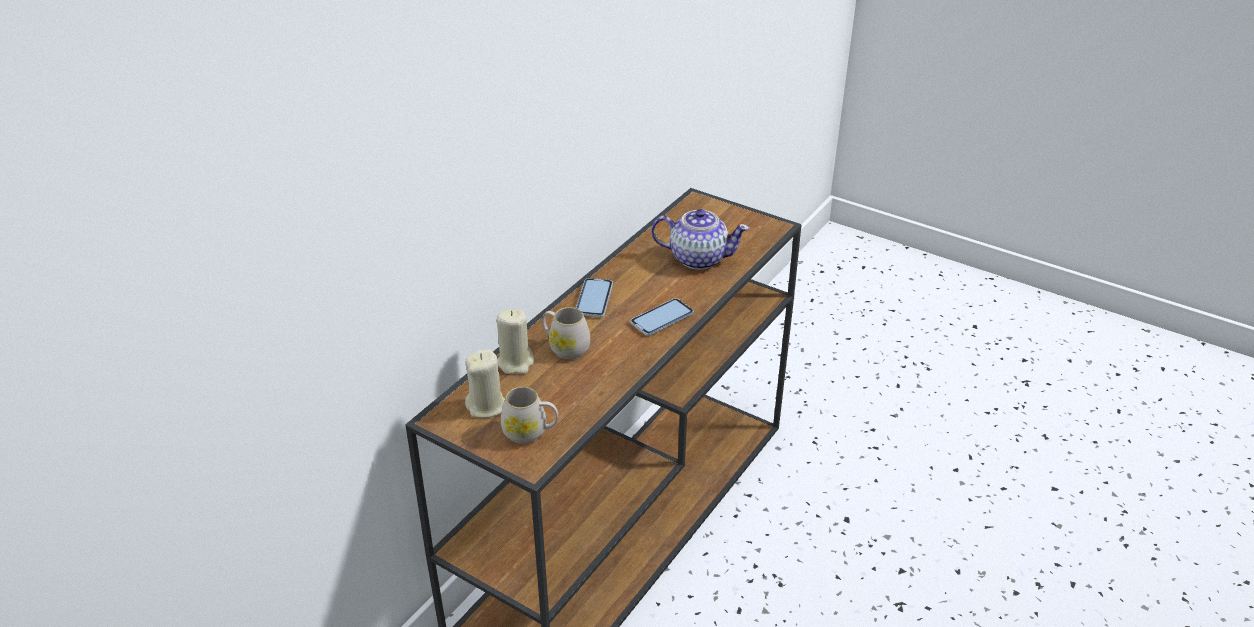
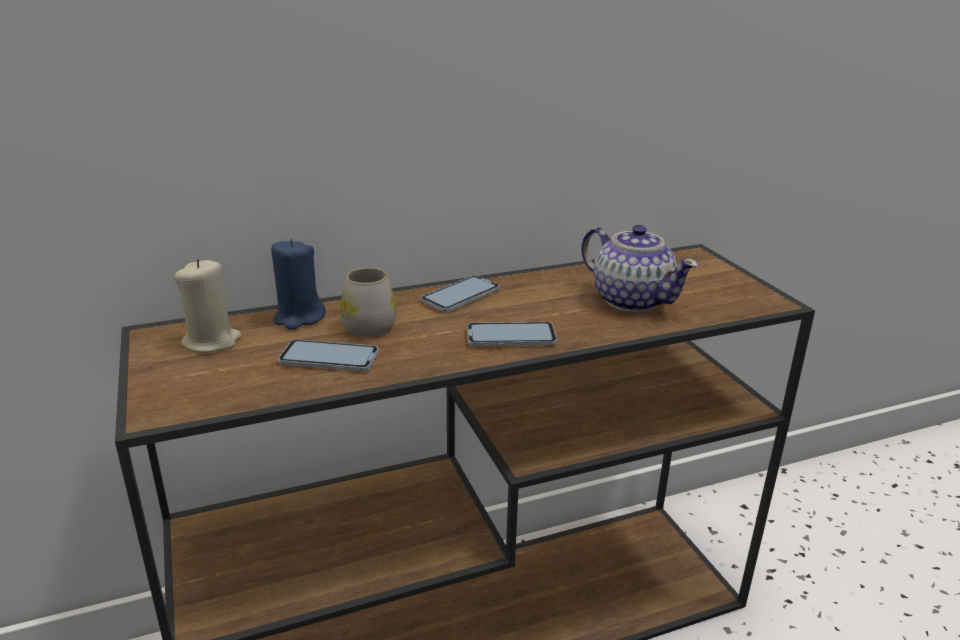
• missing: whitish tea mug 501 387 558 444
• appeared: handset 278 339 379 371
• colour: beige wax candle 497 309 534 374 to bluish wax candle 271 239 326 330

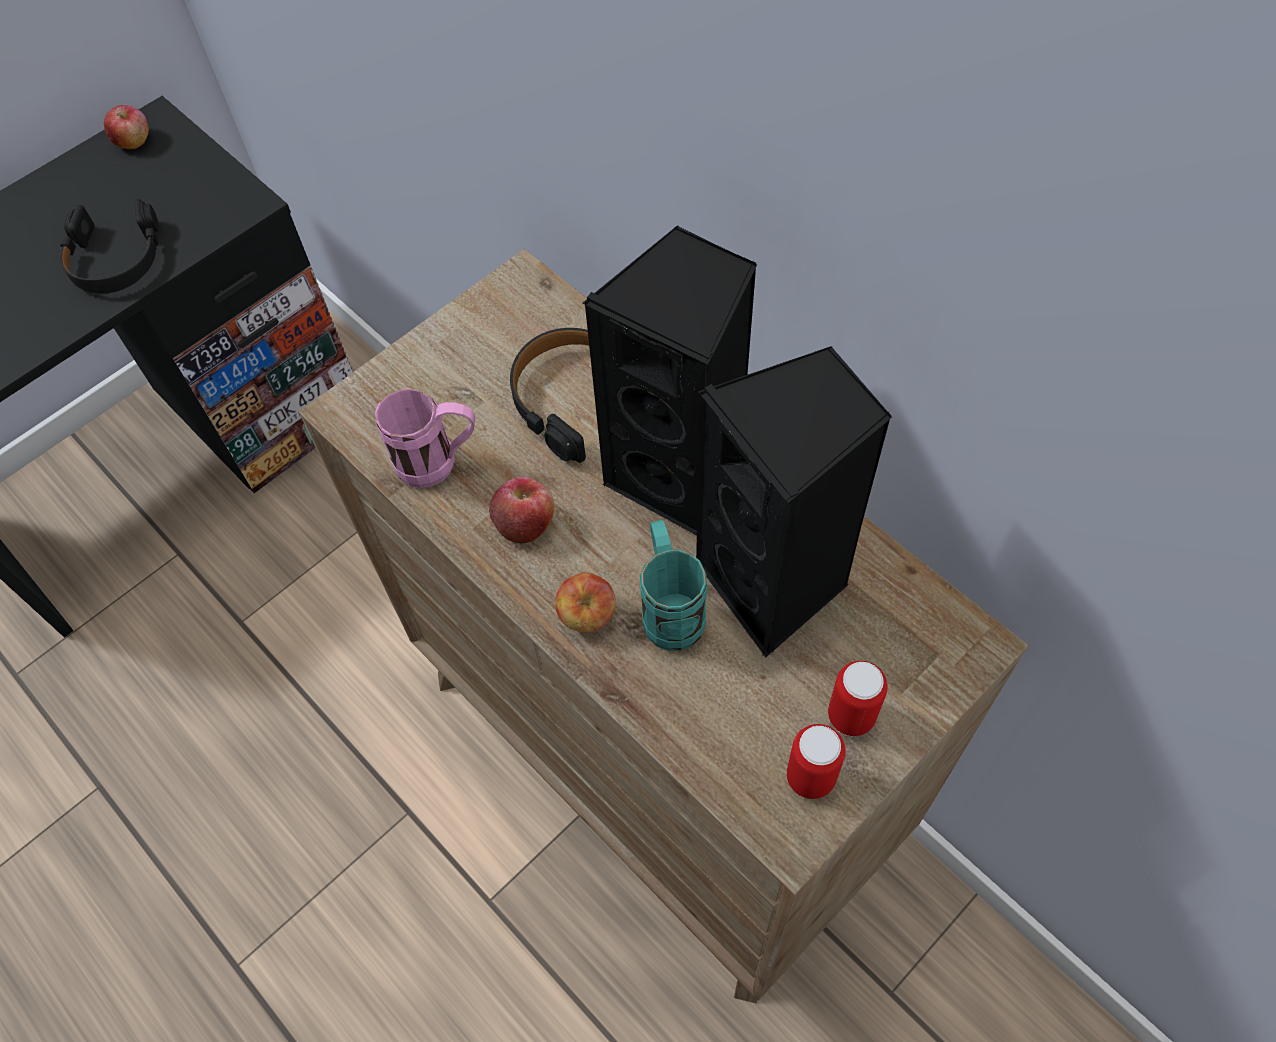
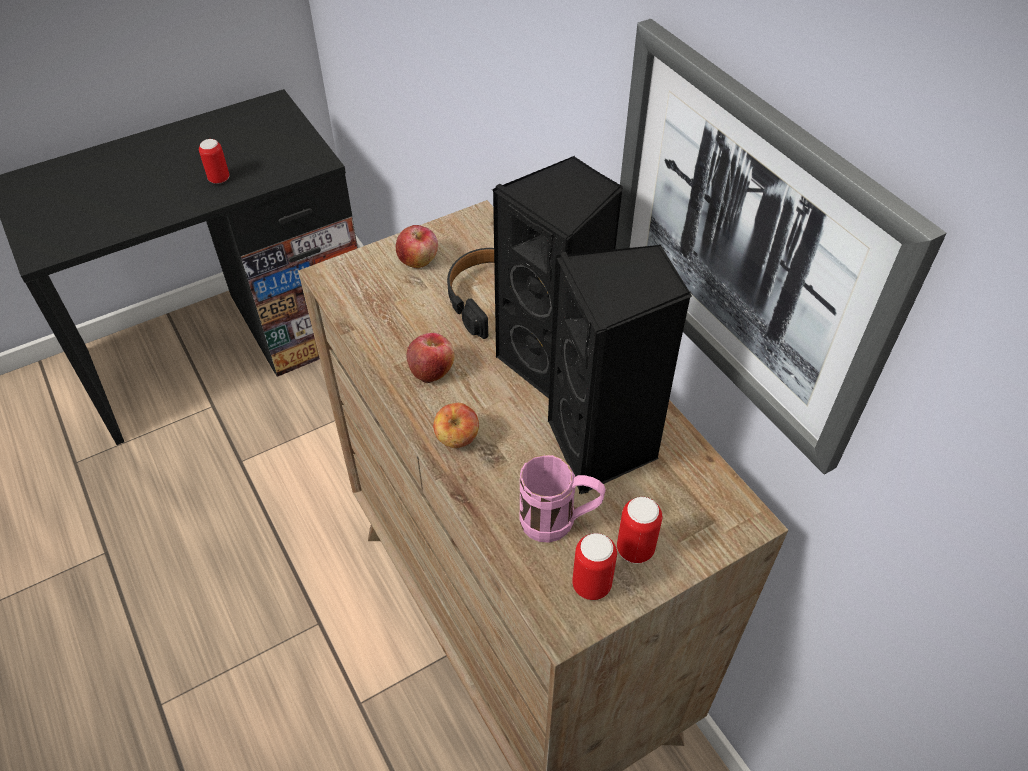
• missing: blue-green tea mug 640 520 707 651
• appeared: wall picture 615 19 946 475
• relocated: apple 104 105 149 149 to 396 225 438 268
• relocated: pink tea mug 375 388 475 488 to 519 455 606 543
• exchanged: black headphones 59 199 159 294 to can 199 139 229 184

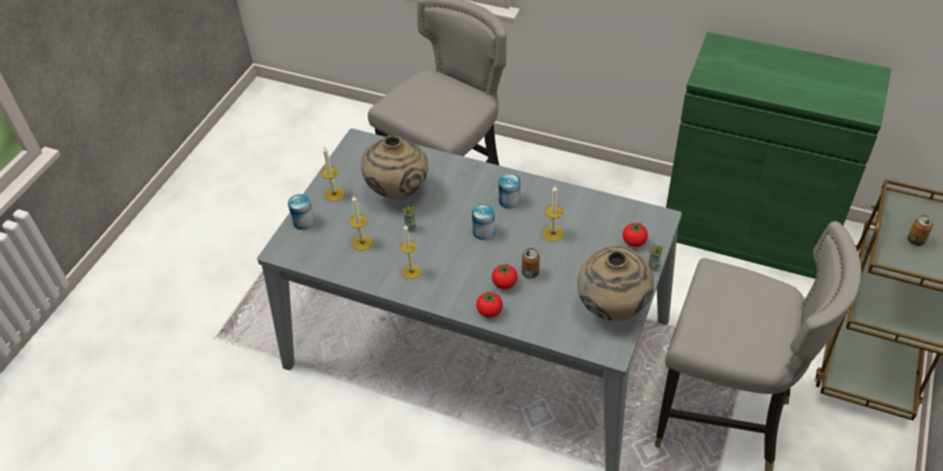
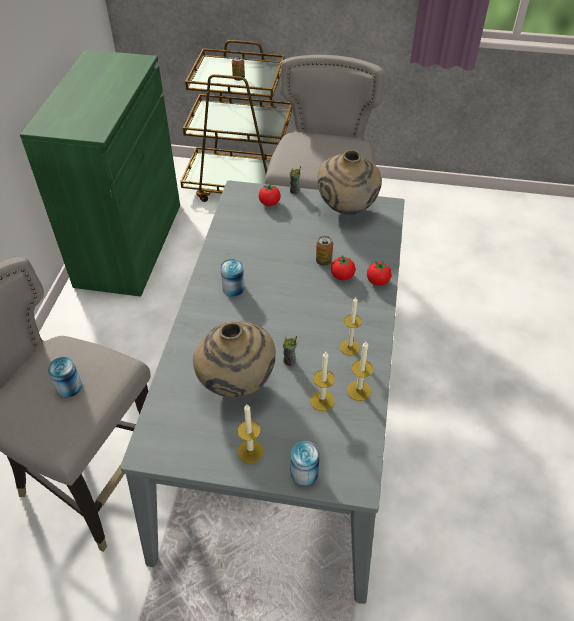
• relocated: can 472 204 495 240 to 48 357 82 398
• relocated: wax candle 543 186 564 241 to 347 342 373 401

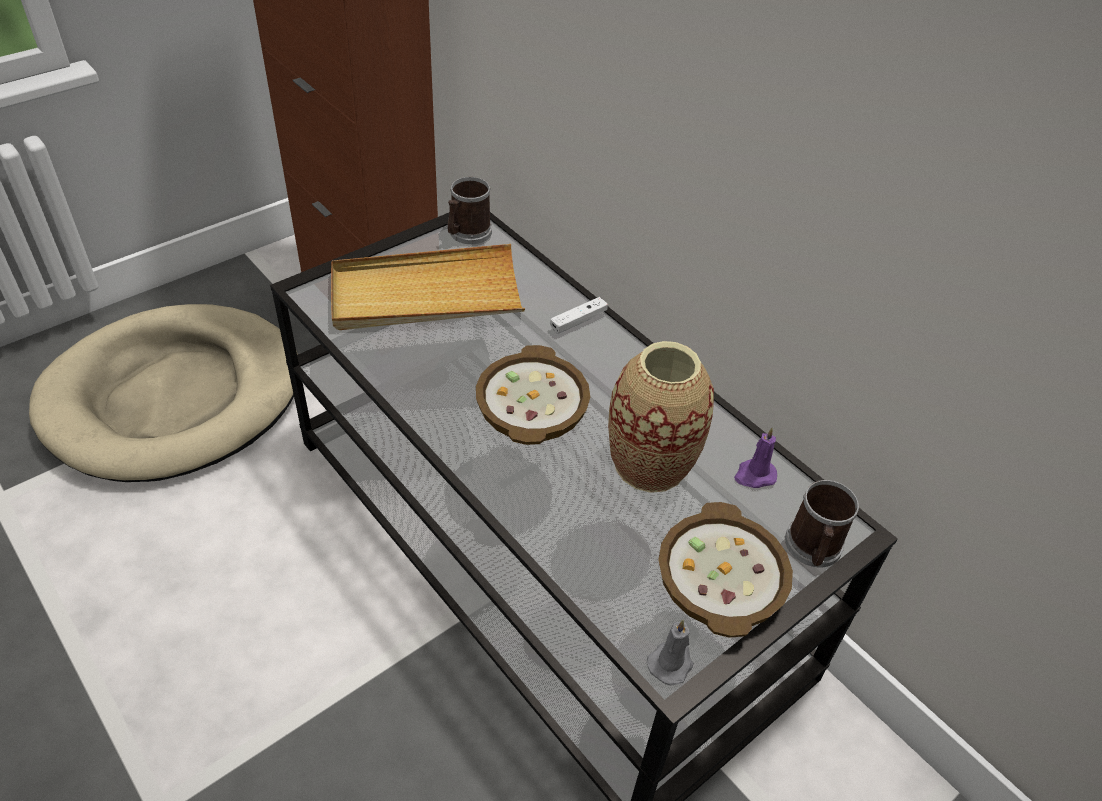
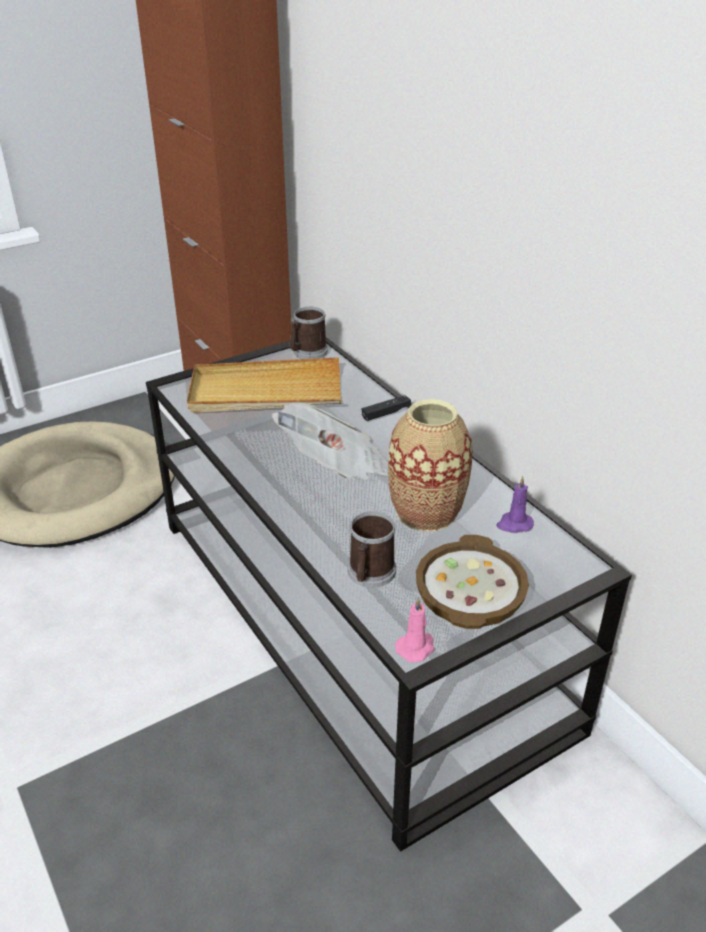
• relocated: tea mug 785 480 859 567 to 348 511 396 588
• exchanged: serving bowl 476 345 590 445 to newspaper 271 403 388 480
• colour: whitish gamepad 550 297 608 334 to black gamepad 362 395 411 421
• colour: grey wax candle 647 620 694 685 to pink wax candle 395 597 435 662

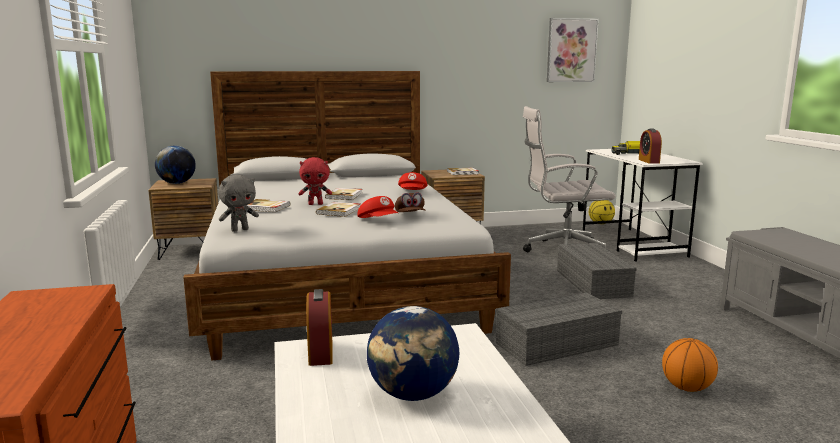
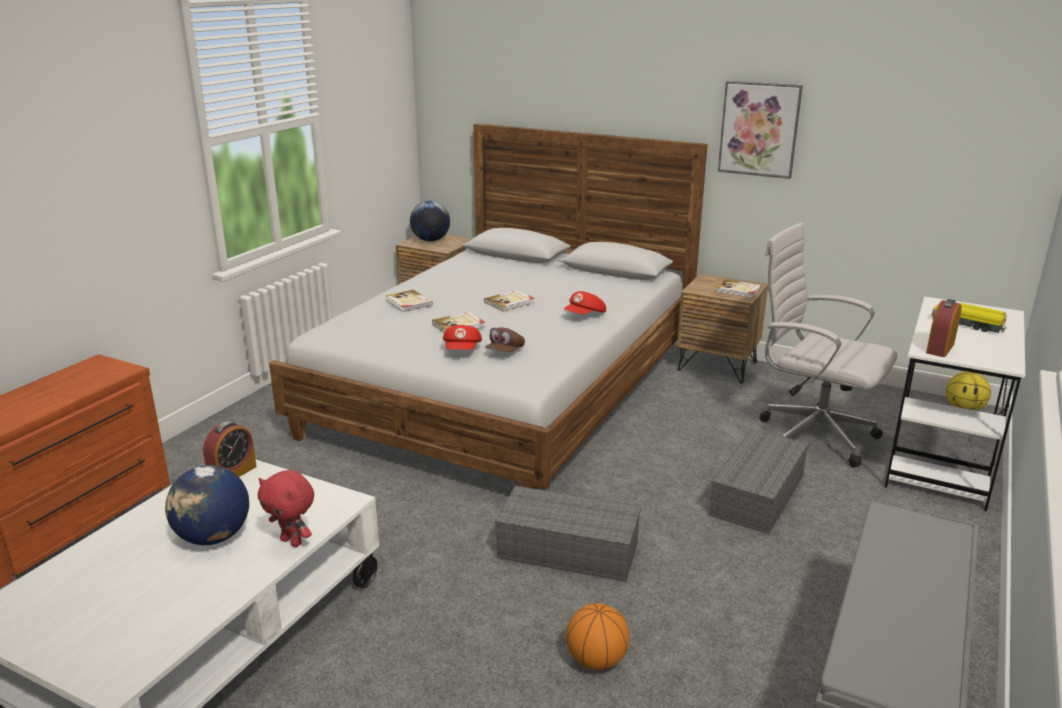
• missing: grey cuddly toy 218 175 259 231
• relocated: red cuddly toy 299 157 332 205 to 258 470 314 547
• relocated: wall picture 547 18 599 82 to 718 81 803 179

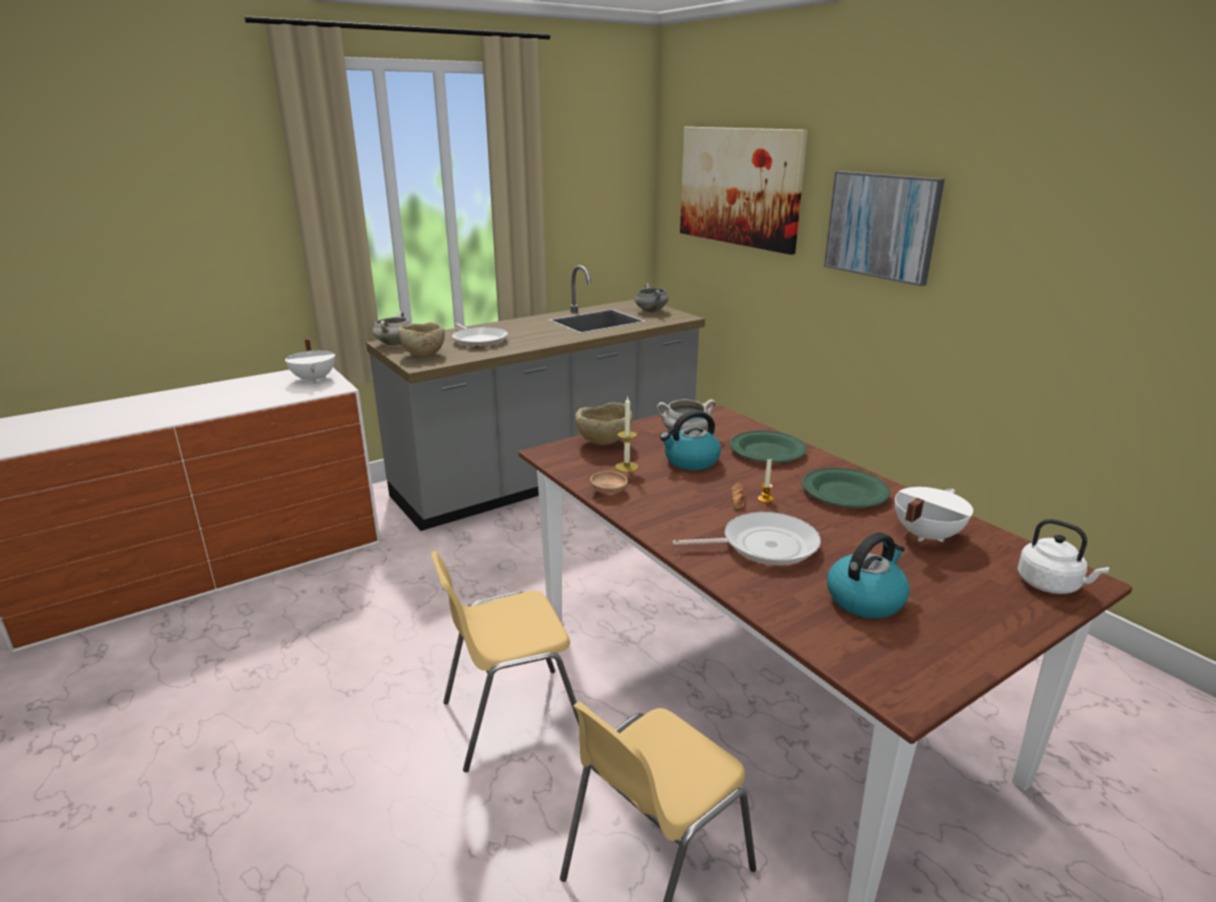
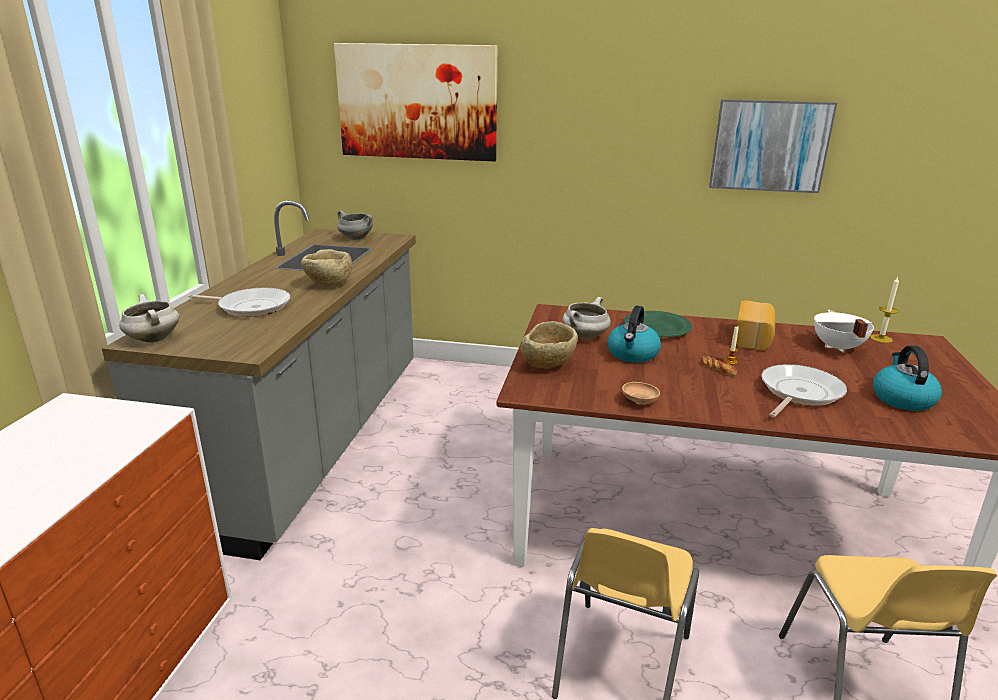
• missing: whitish cooking pot 285 337 335 383
• missing: whitish tea kettle 1017 519 1109 594
• relocated: beige serving bowl 398 322 445 357 to 301 249 352 287
• relocated: wax candle 615 397 638 472 to 870 277 899 343
• relocated: wall picture 824 171 945 286 to 709 99 837 193
• exchanged: green plate 802 468 890 508 to bread 736 301 775 351

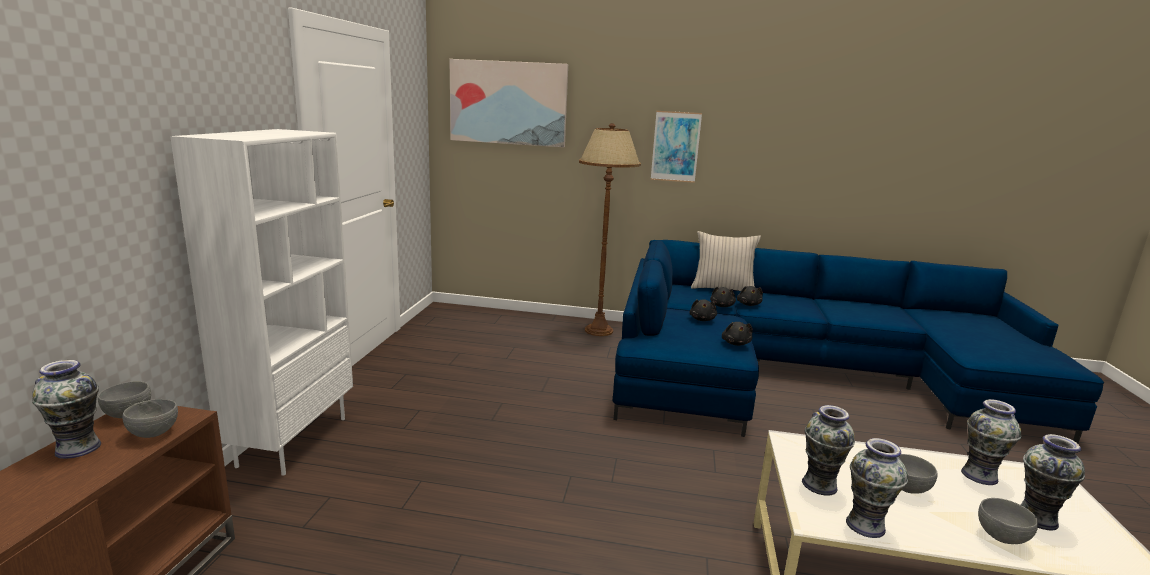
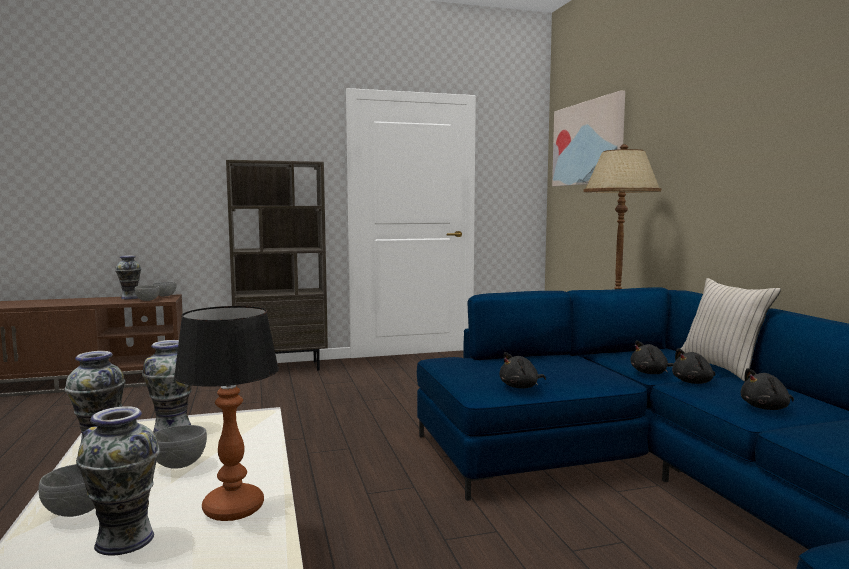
• missing: wall picture 651 111 702 183
• relocated: black cuddly toy 690 299 717 321 to 741 368 794 410
• exchanged: vase 961 399 1022 485 to table lamp 174 306 279 521
• colour: whitish bookshelf 170 129 353 476 to brown-coloured bookshelf 226 160 328 371

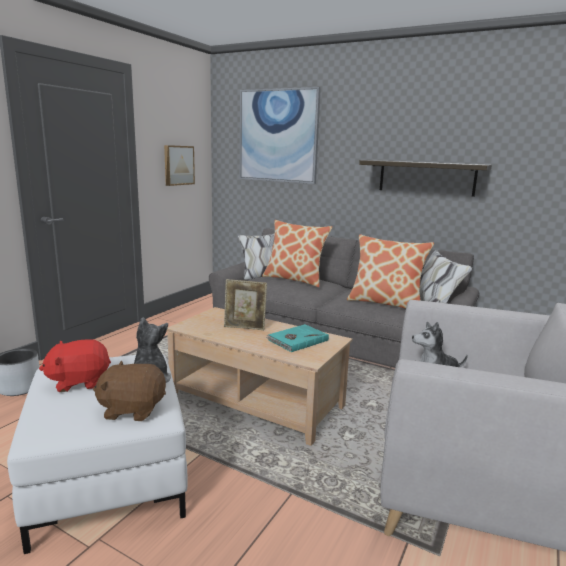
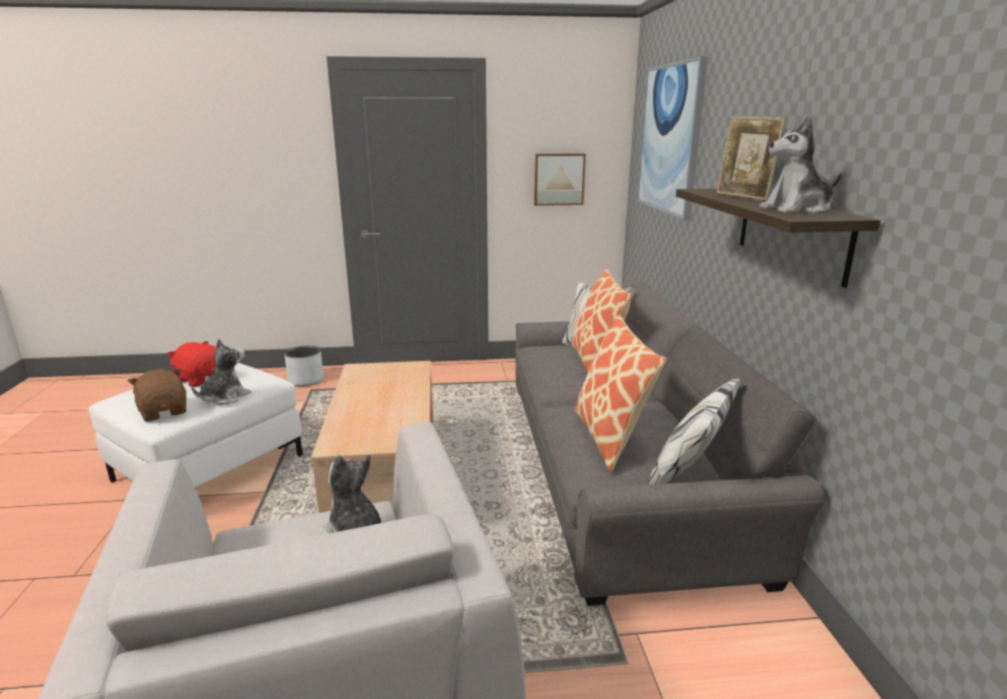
• missing: blue-green volume 266 324 329 352
• appeared: cuddly toy 759 116 842 213
• relocated: photo frame 224 279 267 330 to 717 116 787 201

